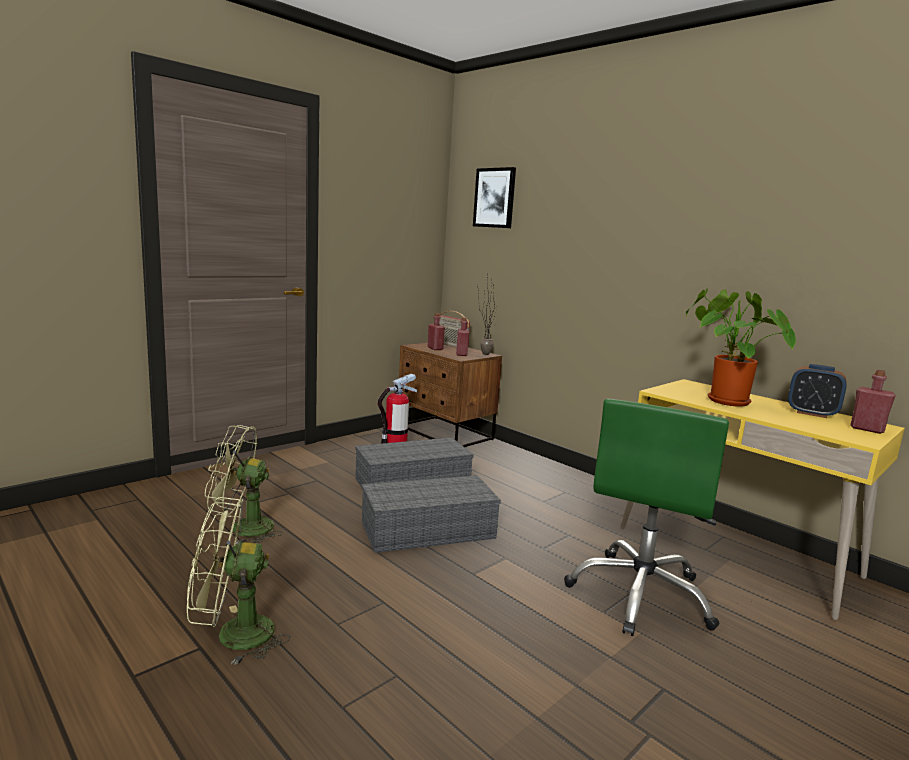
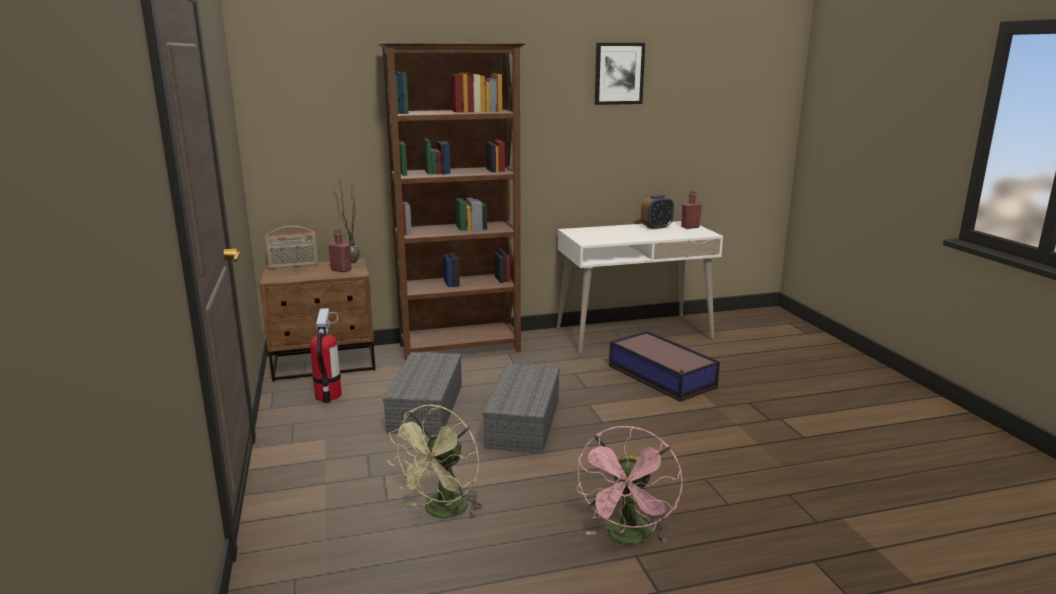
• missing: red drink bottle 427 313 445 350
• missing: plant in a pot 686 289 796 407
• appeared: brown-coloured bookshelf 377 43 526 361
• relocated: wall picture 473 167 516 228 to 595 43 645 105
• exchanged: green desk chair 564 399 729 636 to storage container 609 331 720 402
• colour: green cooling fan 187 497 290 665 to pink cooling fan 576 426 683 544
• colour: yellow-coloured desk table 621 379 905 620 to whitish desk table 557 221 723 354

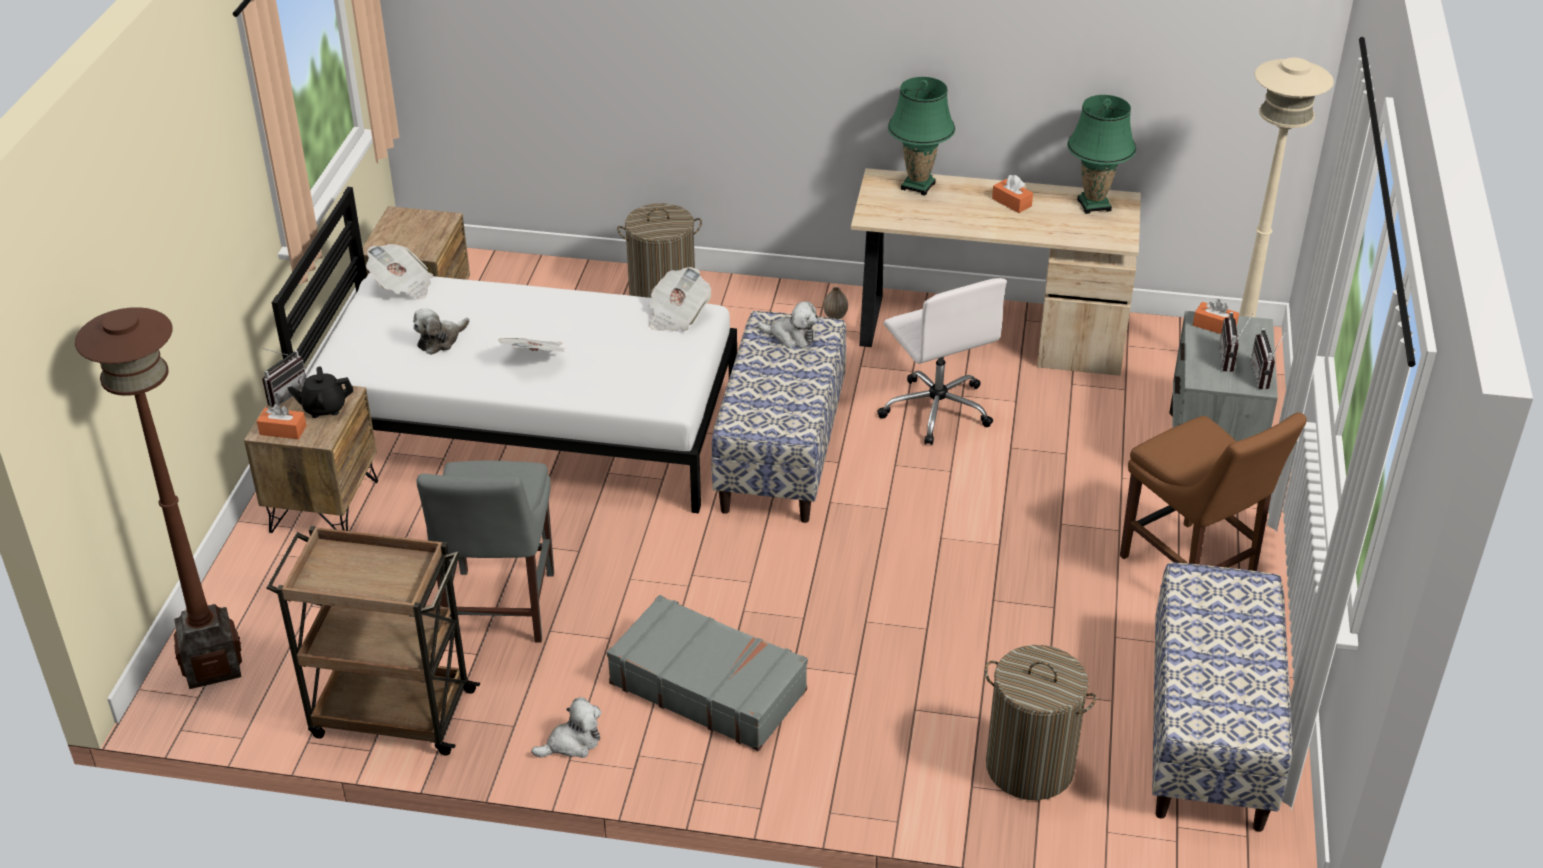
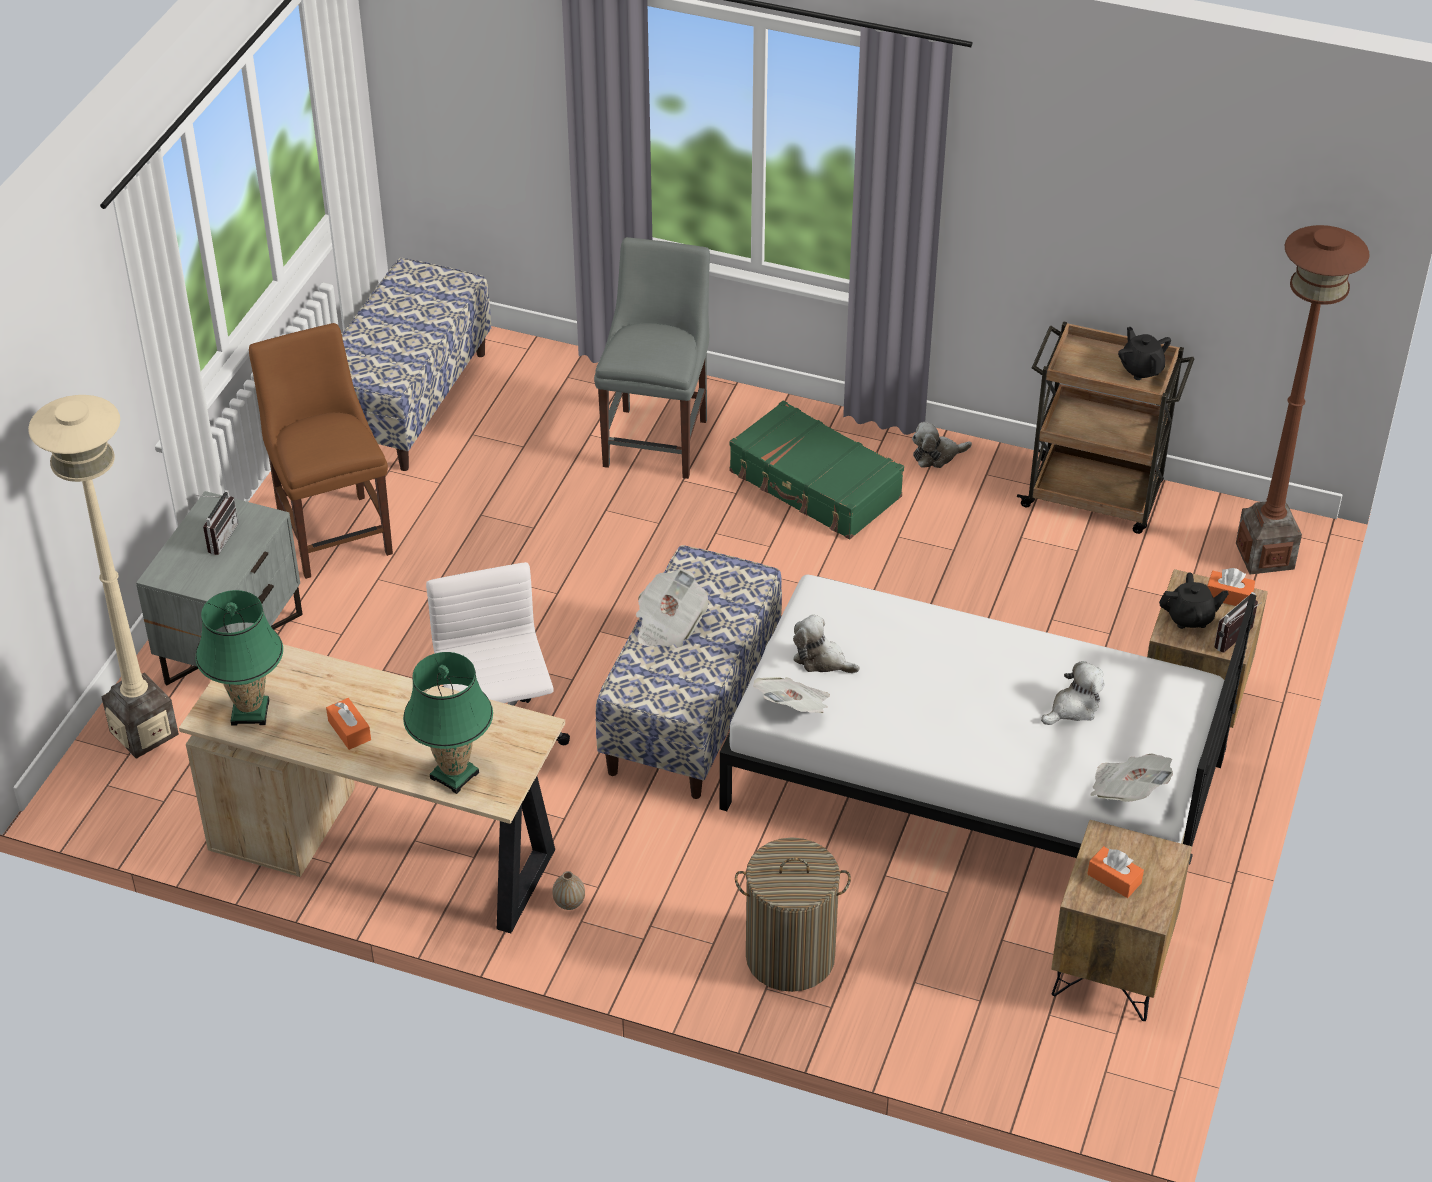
• missing: washing basket 985 645 1096 800
• missing: radio 1250 329 1287 390
• appeared: black teapot 1118 327 1171 380
• relocated: grey plain chair 416 460 554 643 to 594 237 710 479
• relocated: newspaper 498 338 565 352 to 636 569 708 647
• relocated: cuddly toy 757 301 818 348 to 793 614 860 673
• relocated: orangey tissue box 1193 299 1239 334 to 1087 846 1144 898
• colour: grey suitcase 607 595 808 751 to green suitcase 730 400 904 540

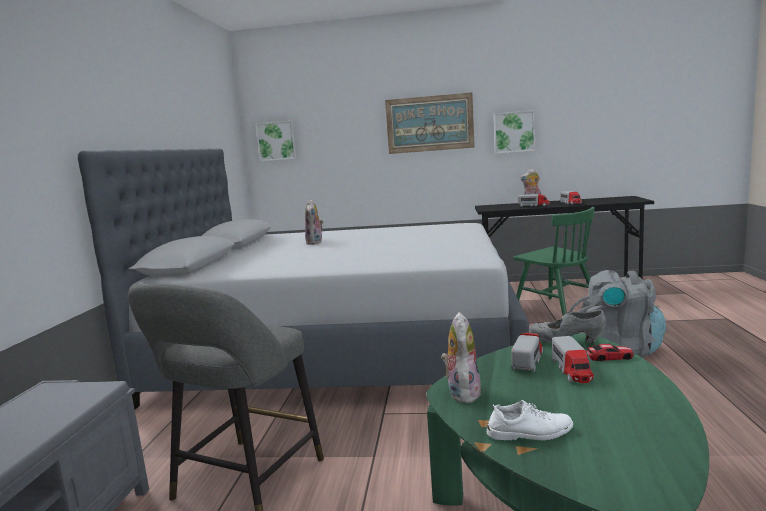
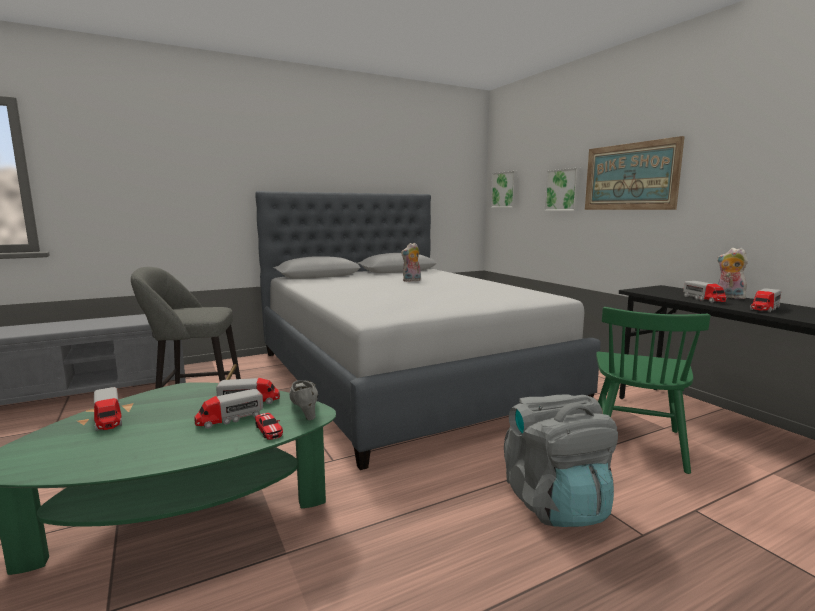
• missing: cuddly toy 441 312 481 403
• relocated: wall picture 494 110 535 154 to 545 168 581 211
• exchanged: whitish shoe 487 400 573 440 to model truck 94 387 122 431

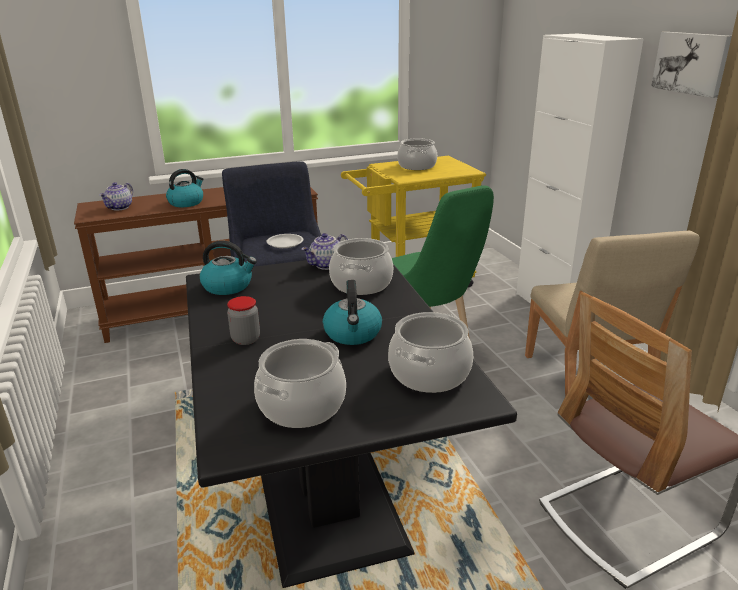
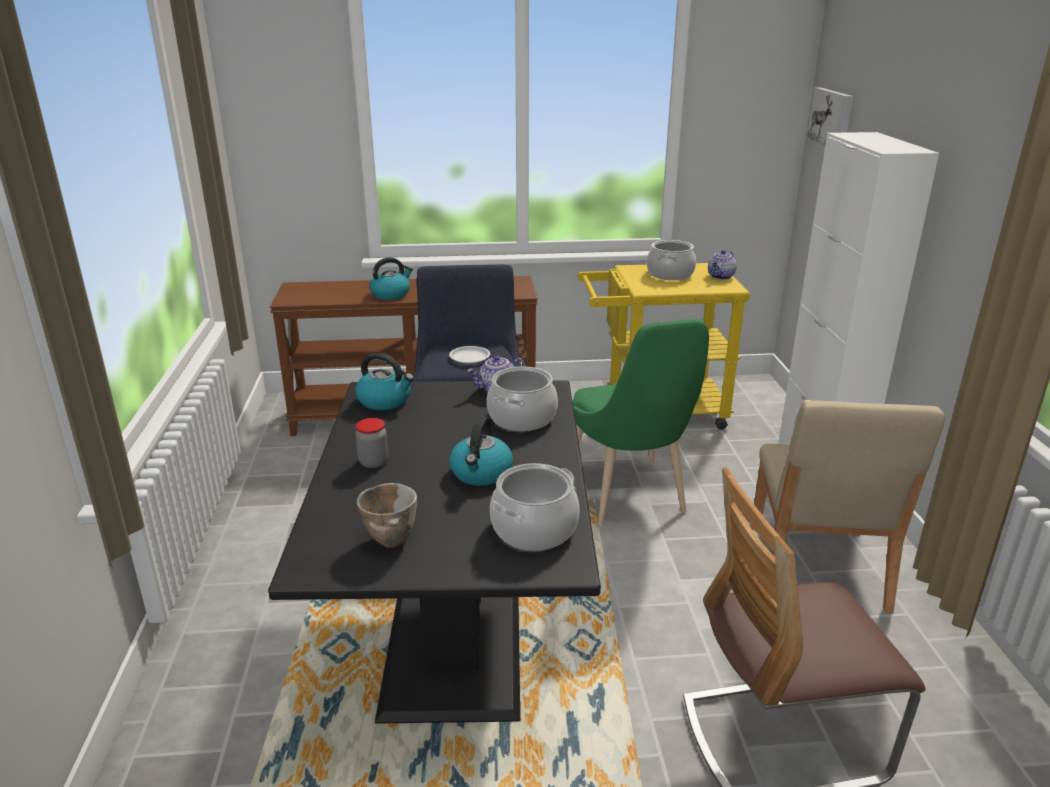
• relocated: teapot 99 182 133 211 to 708 250 737 280
• relocated: wall picture 651 32 732 98 to 807 88 853 145
• exchanged: cooking pot 254 339 346 428 to serving bowl 357 483 417 548

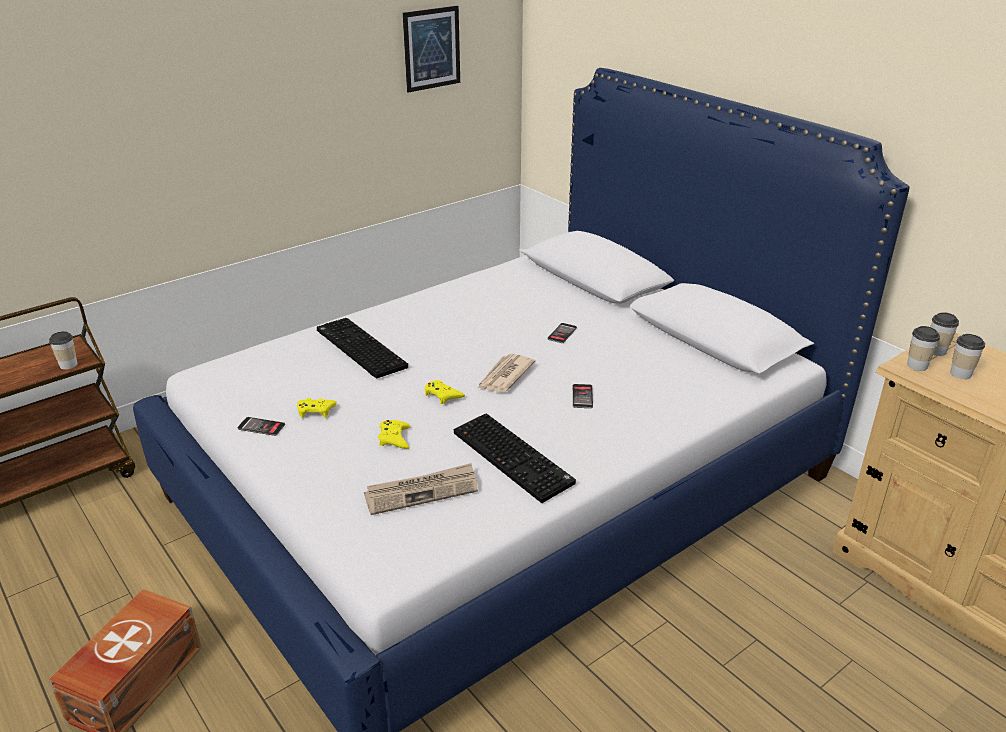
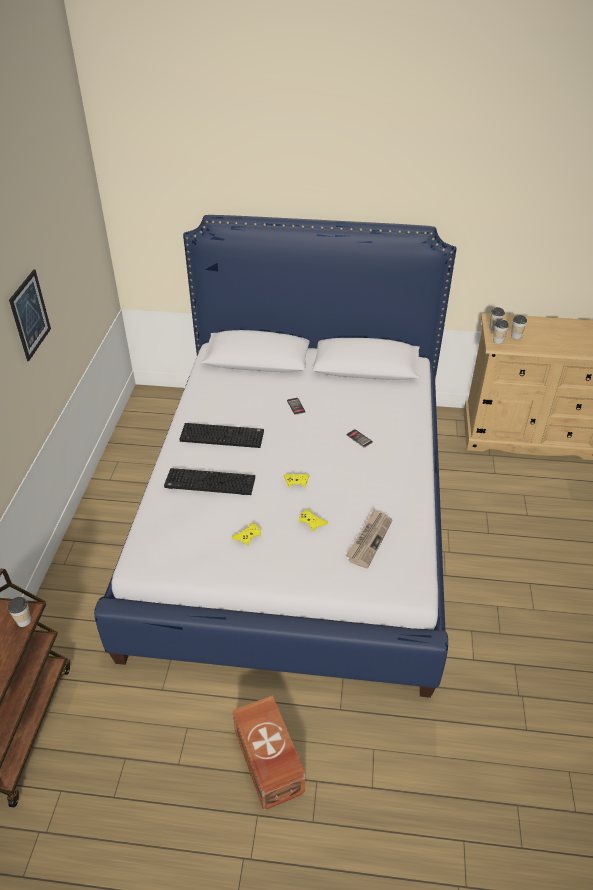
• missing: handset 237 417 285 436
• missing: newspaper 478 354 535 393
• relocated: wall picture 403 6 460 93 to 9 269 51 361
• relocated: computer keyboard 454 413 576 503 to 179 423 264 448

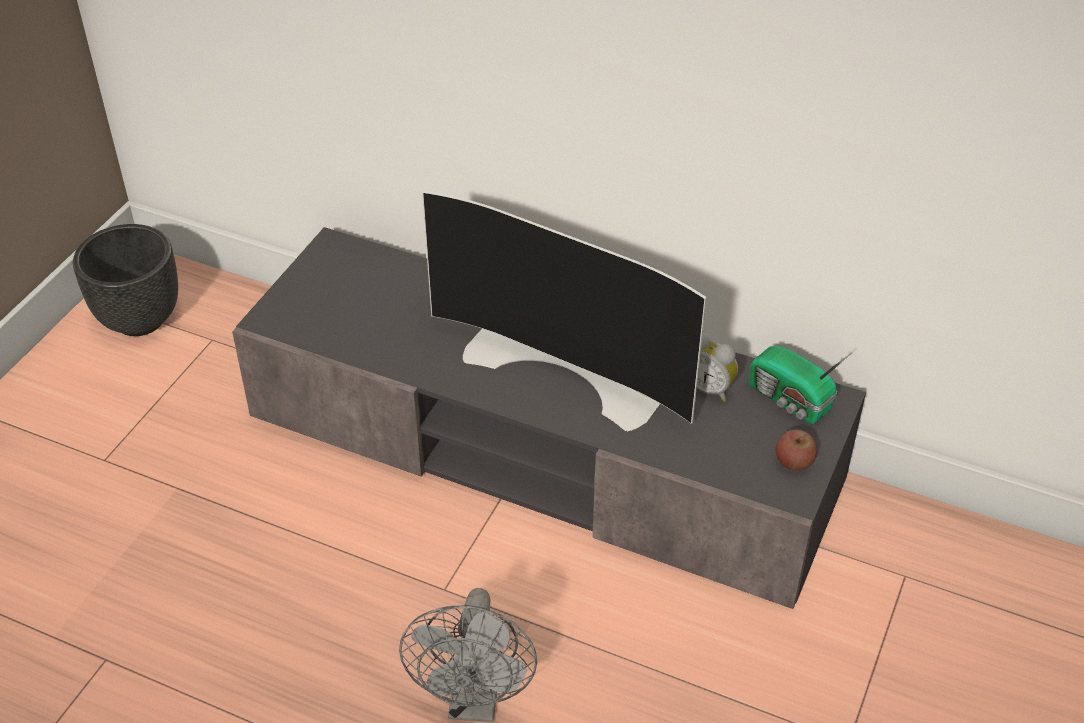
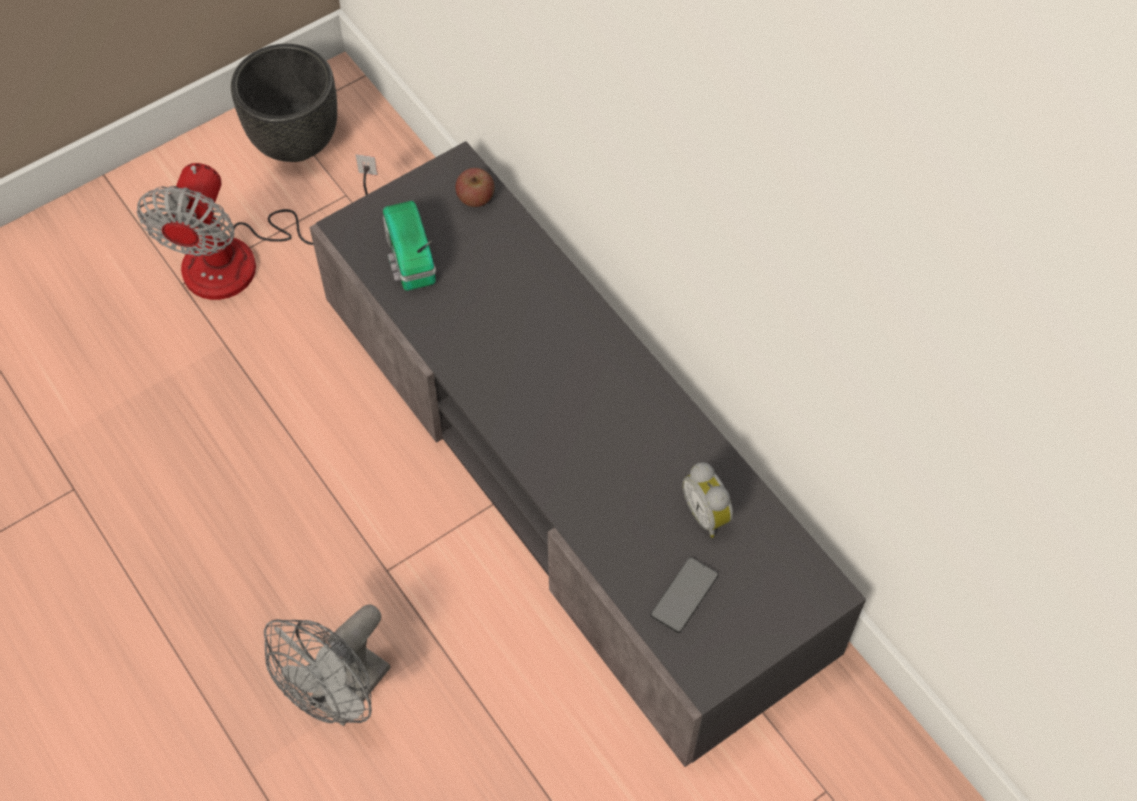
• missing: TV set 422 191 707 431
• appeared: cooling fan 137 154 378 300
• appeared: handset 650 557 718 633
• relocated: radio 749 346 851 424 to 383 201 436 291
• relocated: apple 776 430 817 471 to 455 168 495 207

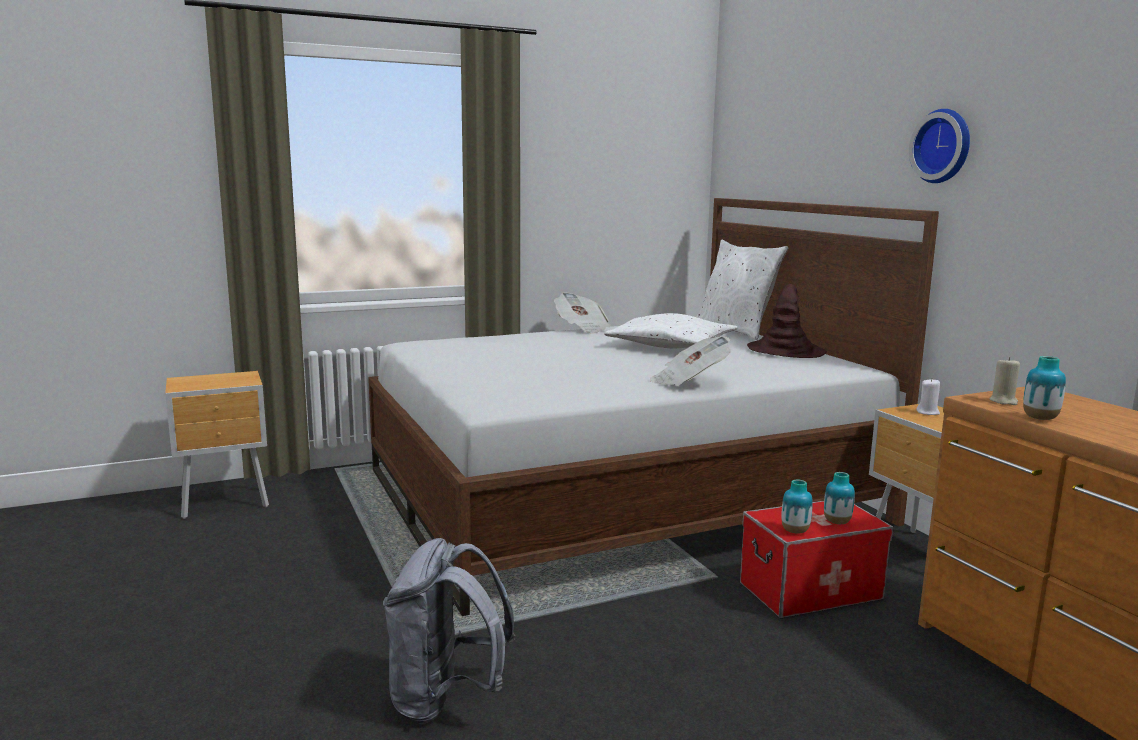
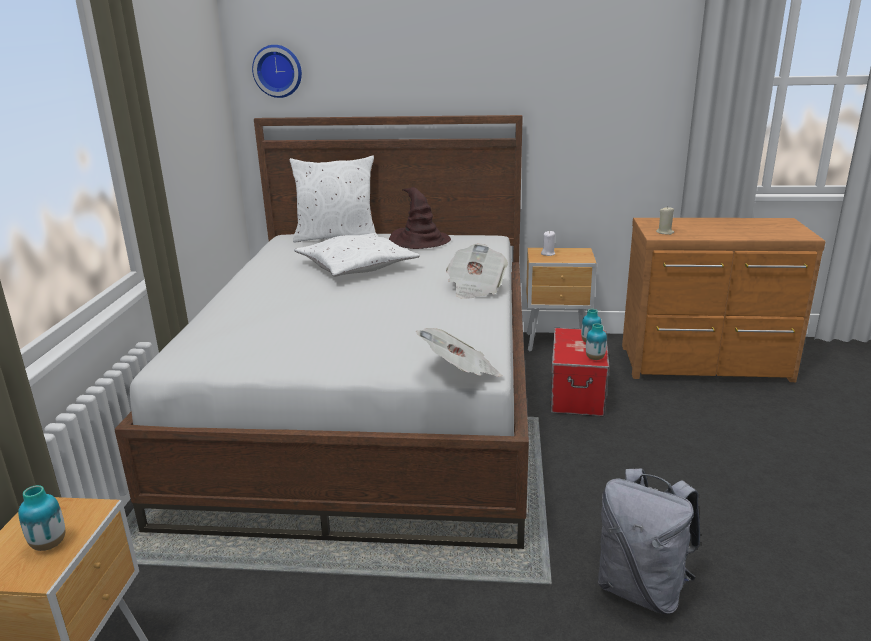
• relocated: newspaper 554 292 611 334 to 416 328 503 376
• relocated: hanging clock 909 109 970 183 to 252 45 302 98
• relocated: vase 1023 356 1066 420 to 18 485 65 551

